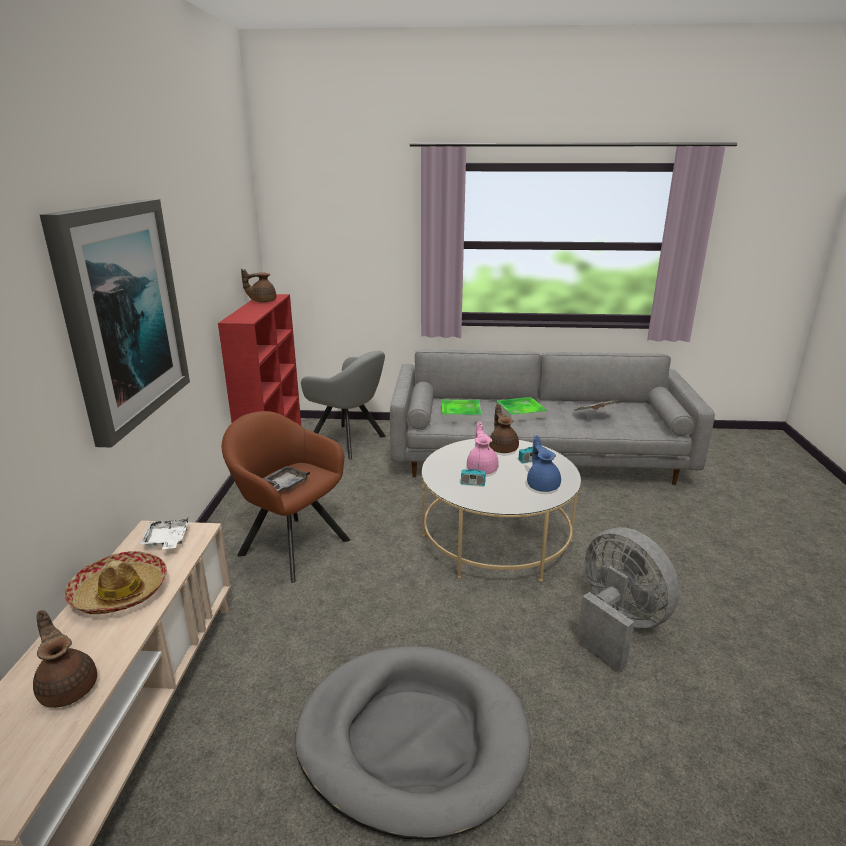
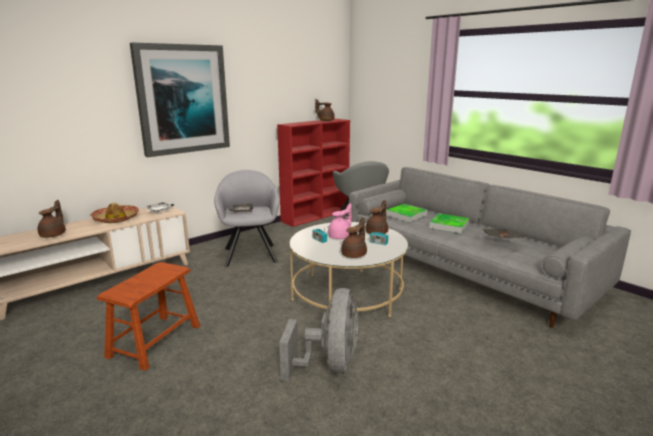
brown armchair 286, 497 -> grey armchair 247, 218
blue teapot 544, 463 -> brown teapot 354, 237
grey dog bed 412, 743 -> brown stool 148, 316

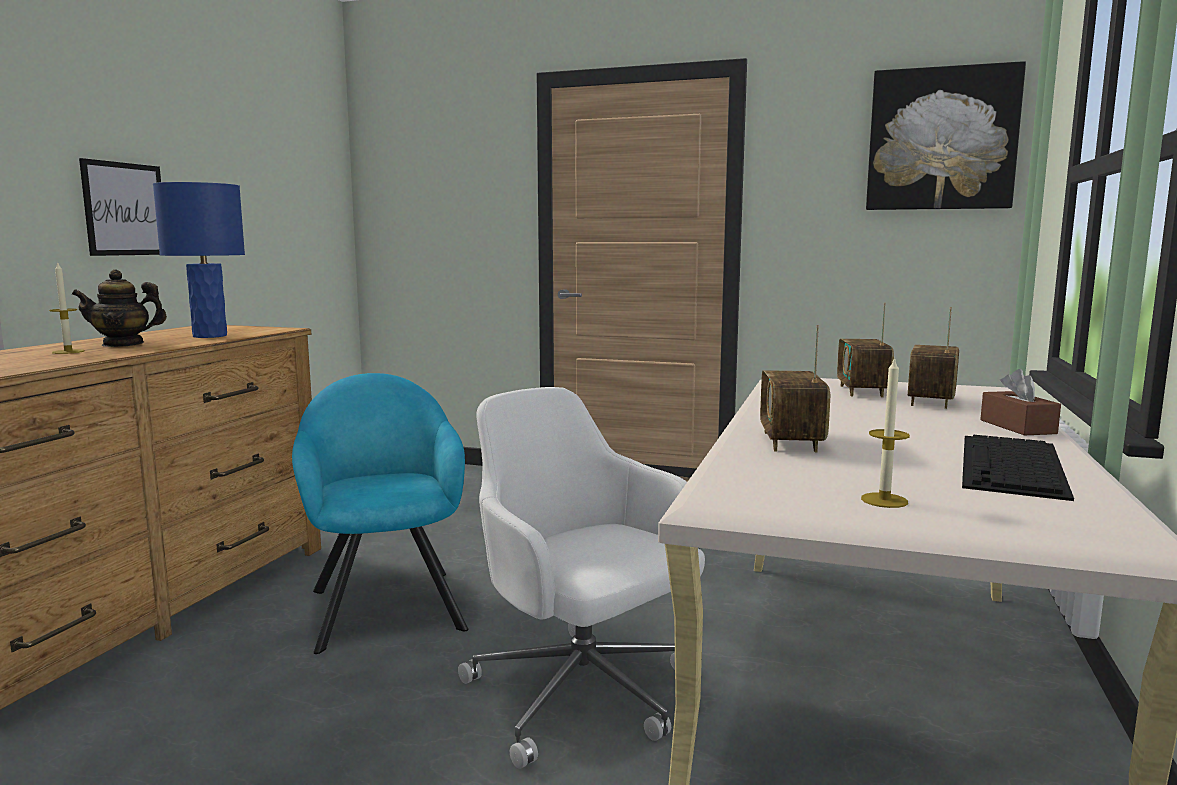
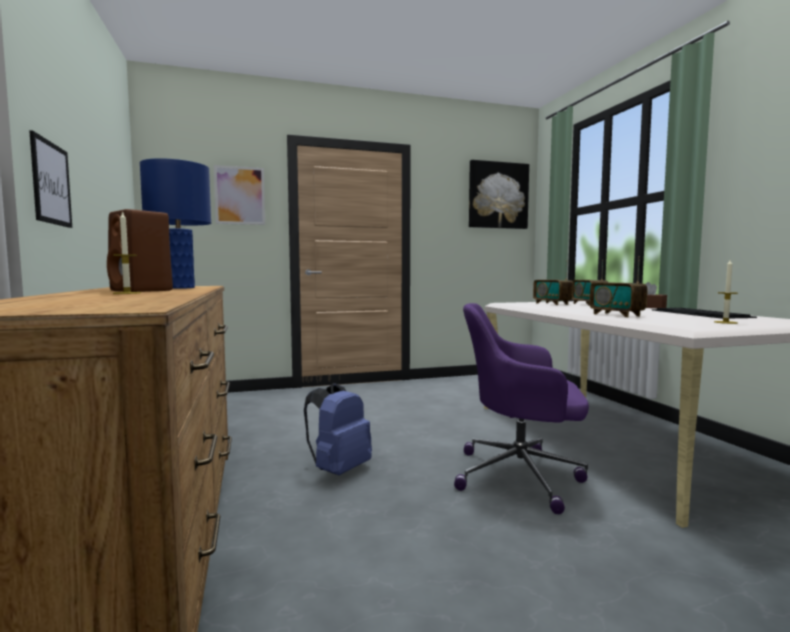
teapot 119, 308 -> brown speaker 140, 250
turquoise armchair 380, 513 -> blue backpack 338, 429
white office chair 581, 578 -> purple office chair 521, 408
none -> picture 239, 195

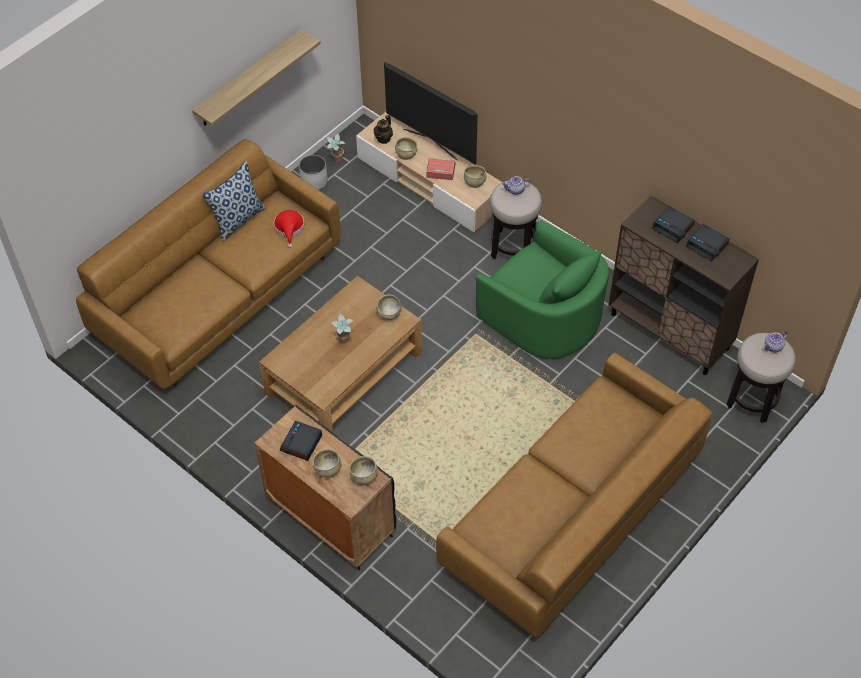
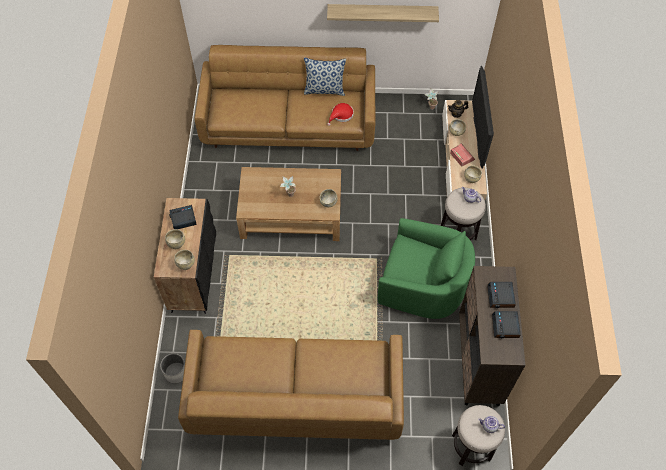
white planter 313, 172 -> white planter 173, 369, relocated
green armchair 542, 289 -> green armchair 426, 268, 75 degrees counterclockwise

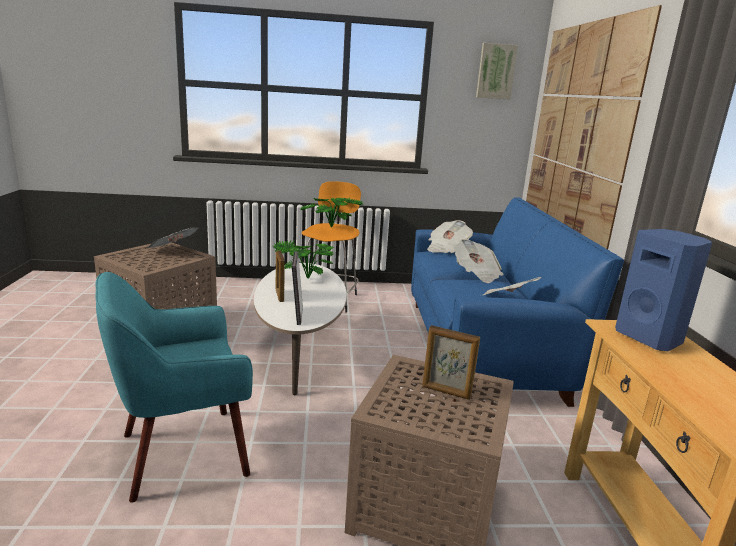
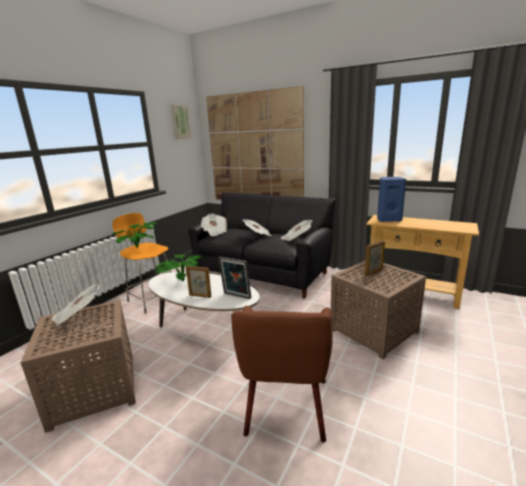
blue sofa 517, 302 -> black sofa 262, 245
turquoise armchair 174, 387 -> brown armchair 282, 374

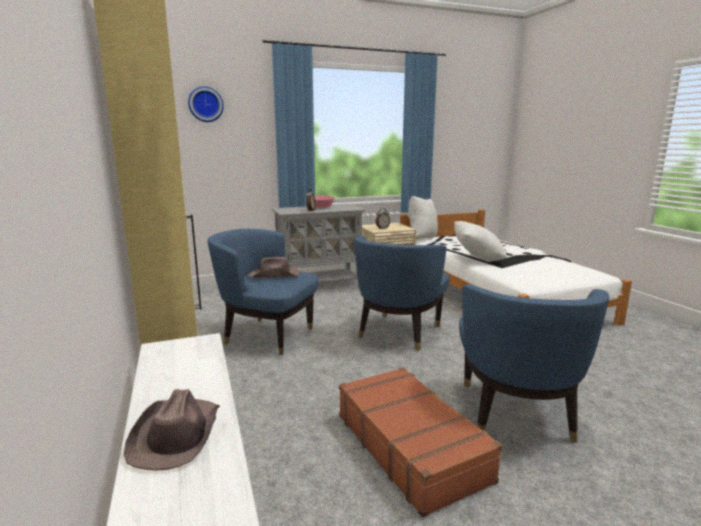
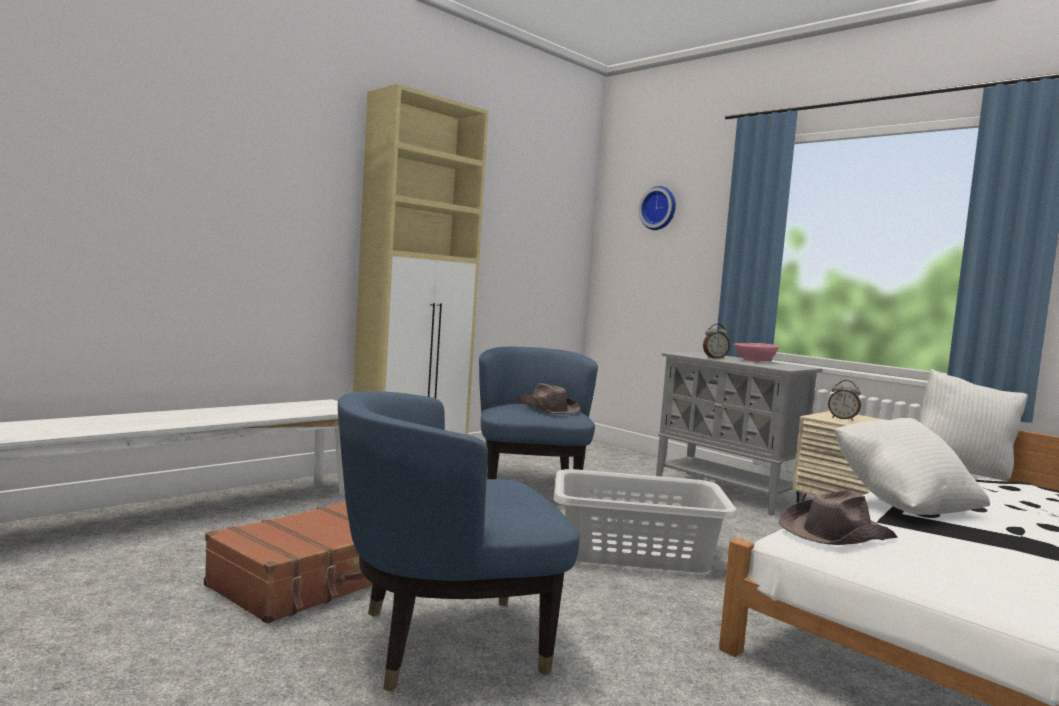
blue armchair 402, 293 -> grey laundry basket 645, 520
brown hat 172, 430 -> brown hat 838, 517, relocated

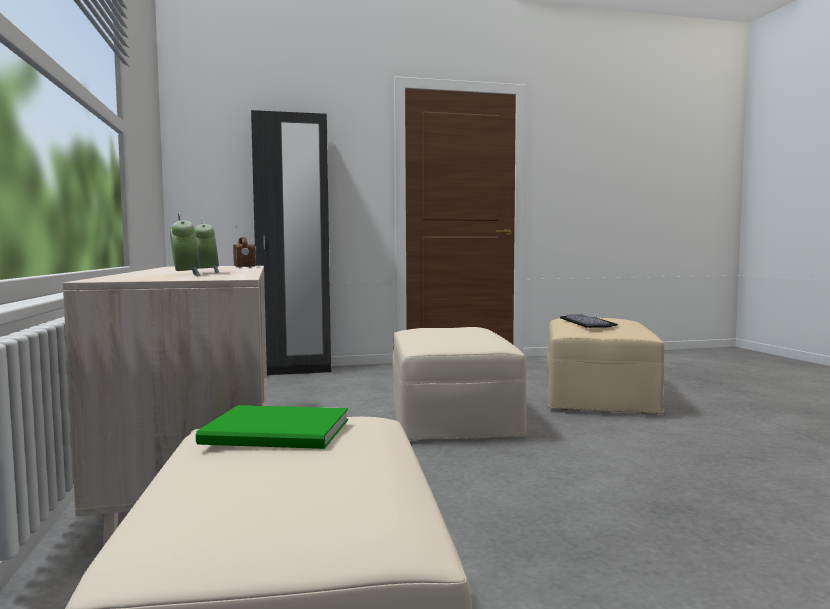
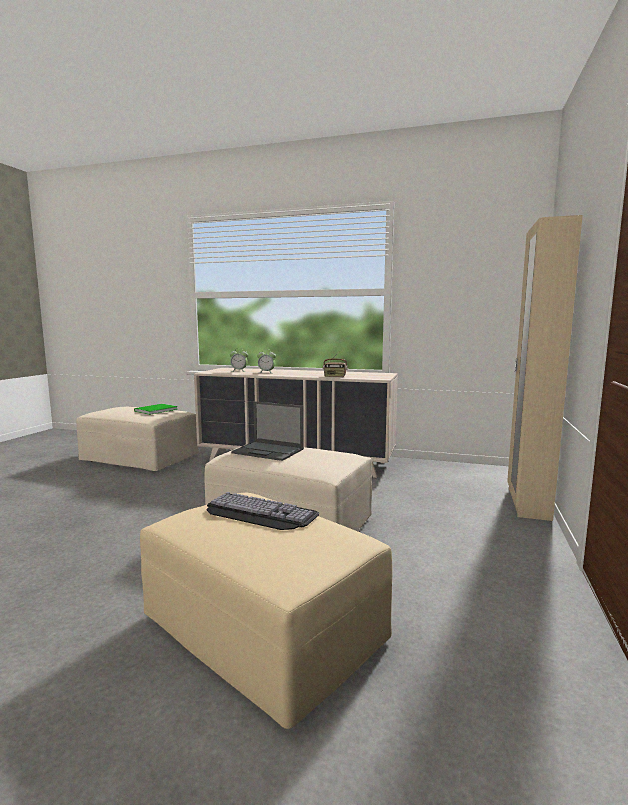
black wardrobe 291, 242 -> beige wardrobe 545, 368
none -> laptop 267, 431

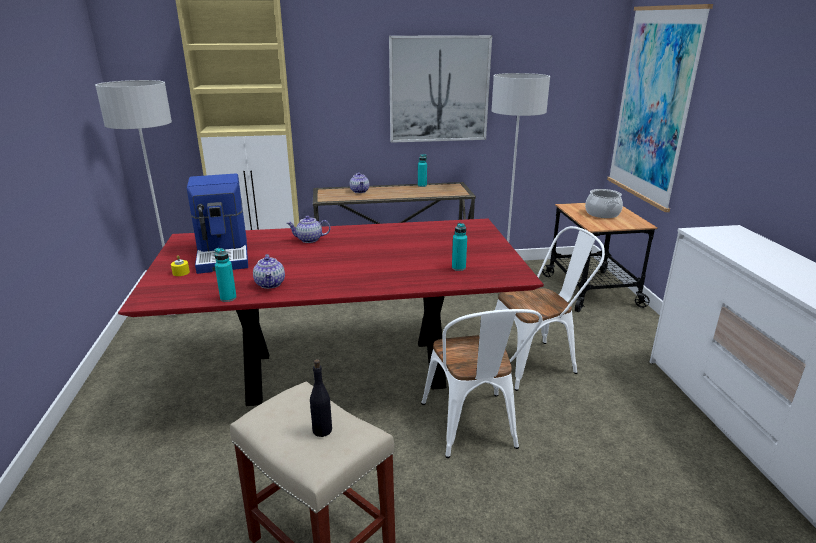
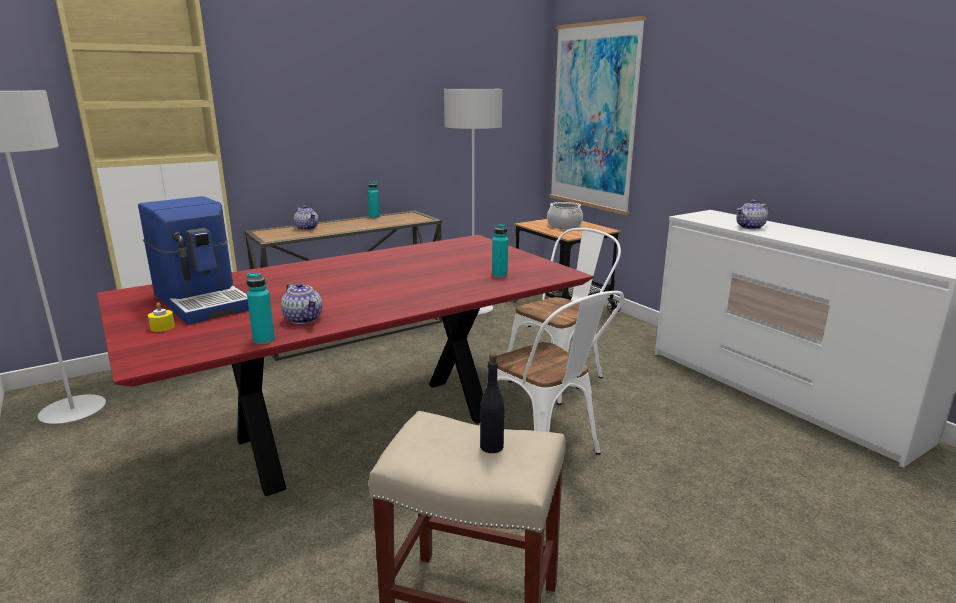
picture 440, 89 -> none
teapot 308, 229 -> teapot 752, 214, relocated

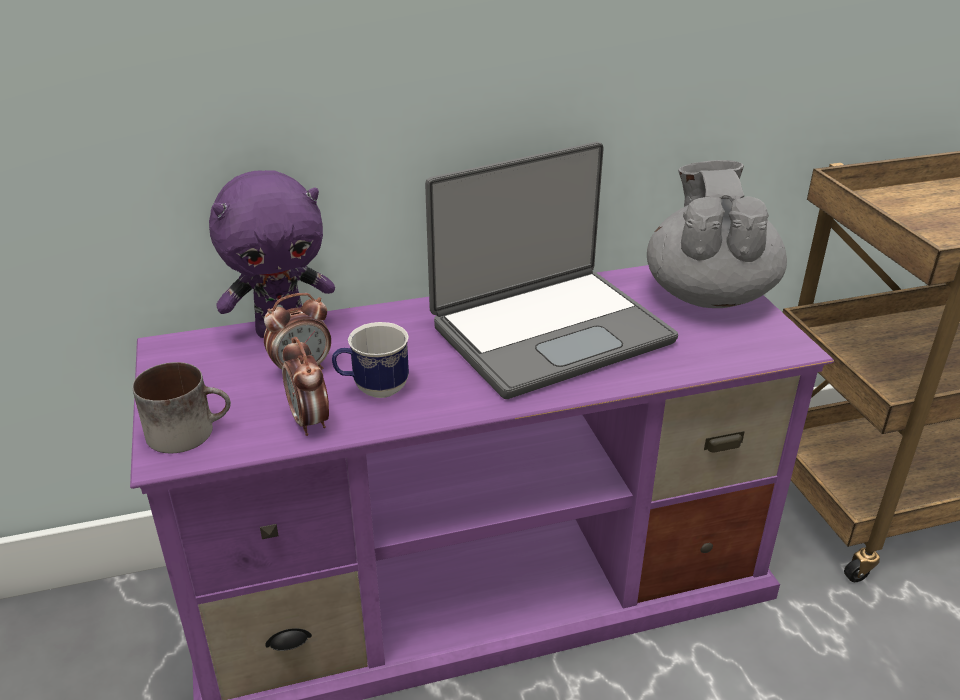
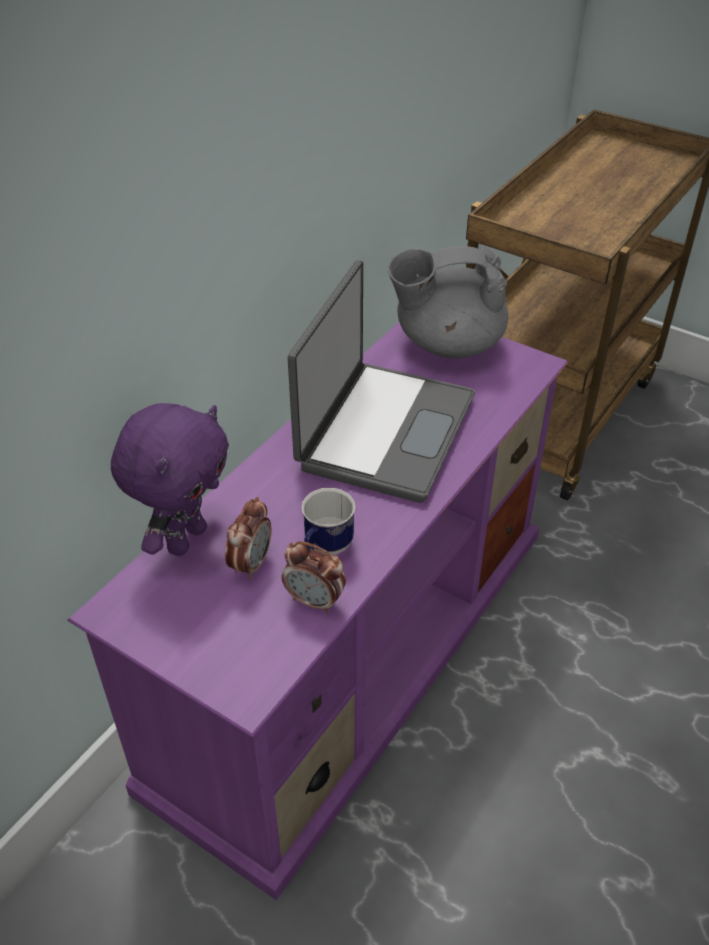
grey teapot 717, 234 -> grey teapot 448, 301, 60 degrees counterclockwise
mug 182, 407 -> none

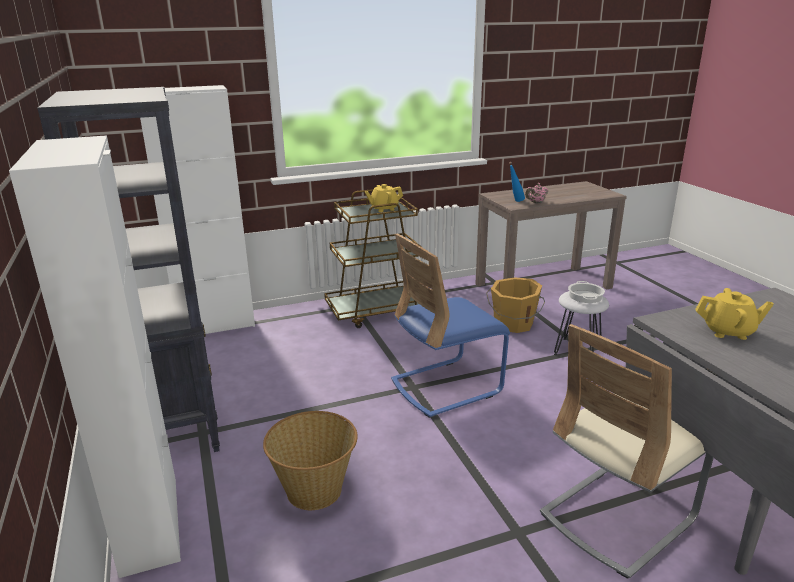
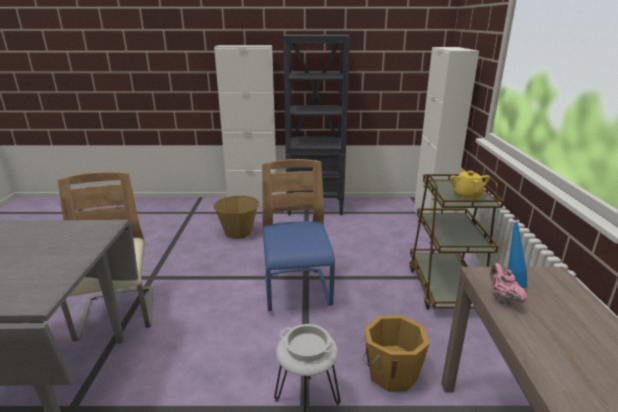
yellow teapot 734, 314 -> none

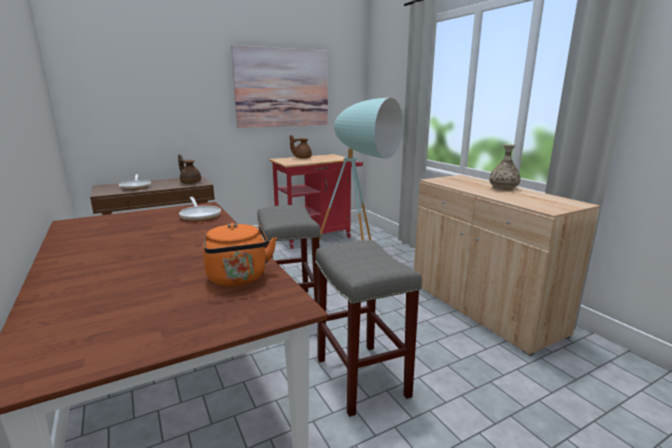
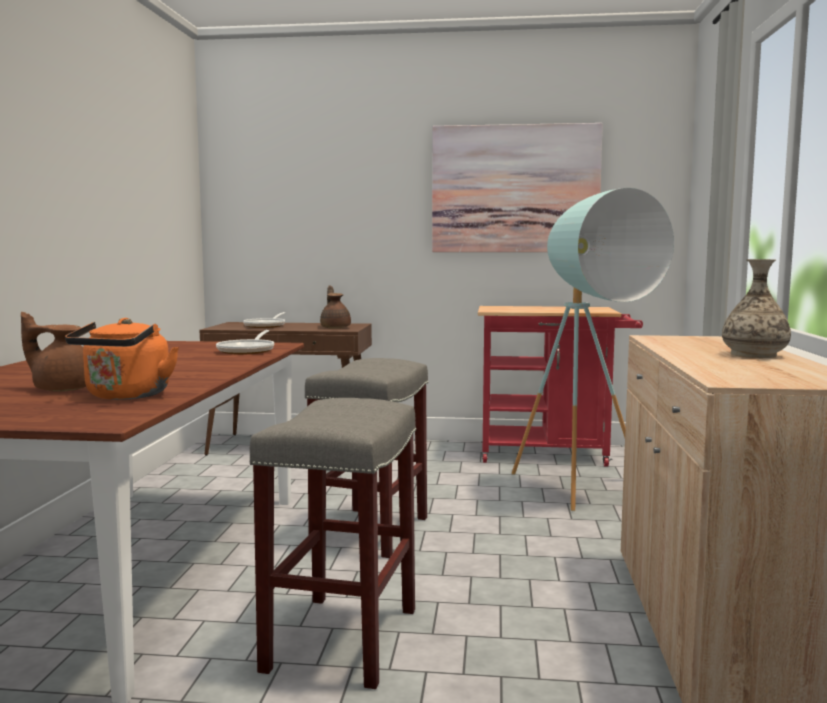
brown teapot 301, 147 -> brown teapot 53, 352, relocated

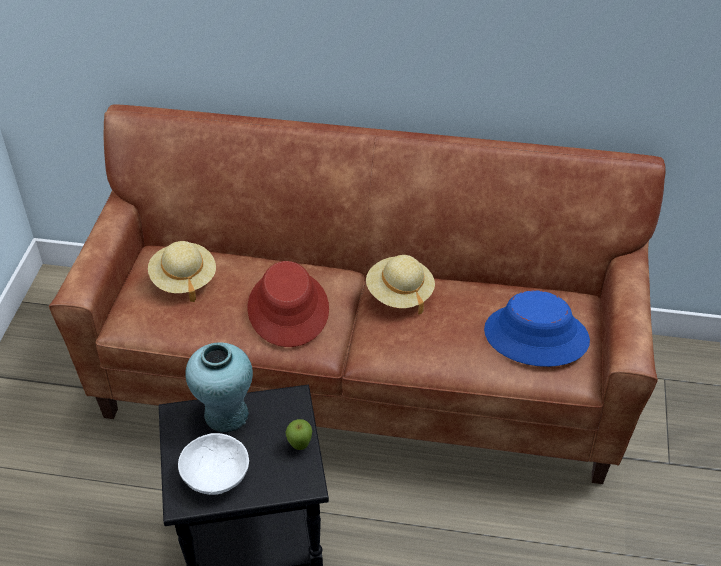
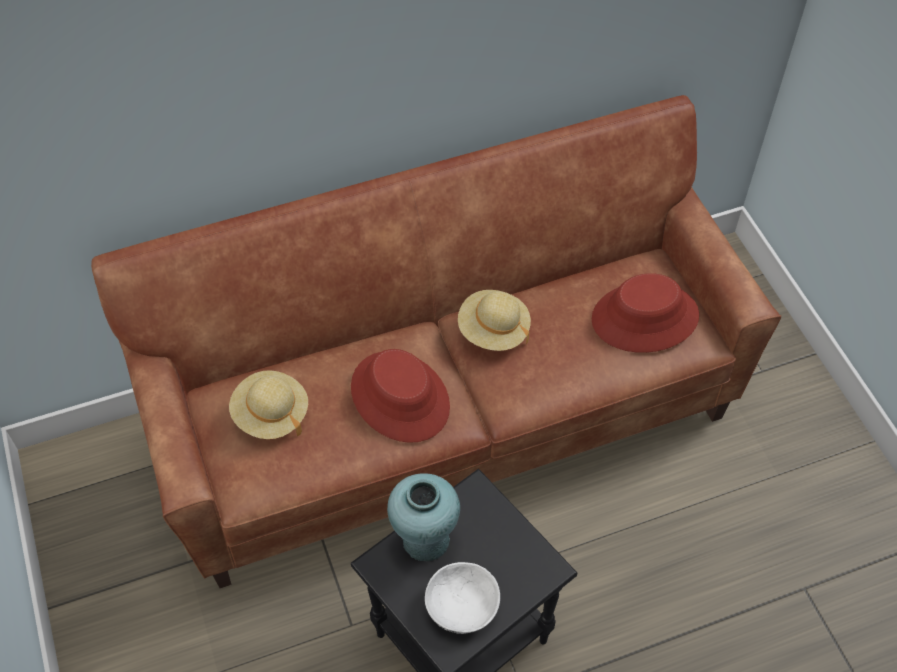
blue hat 537, 328 -> red hat 645, 313
apple 298, 434 -> none

